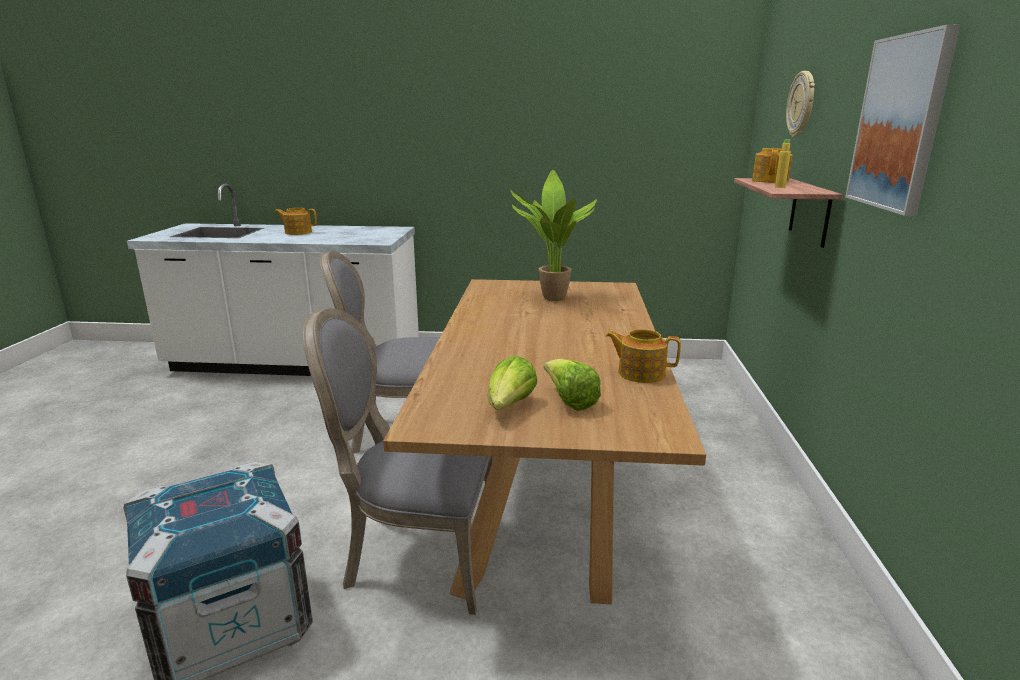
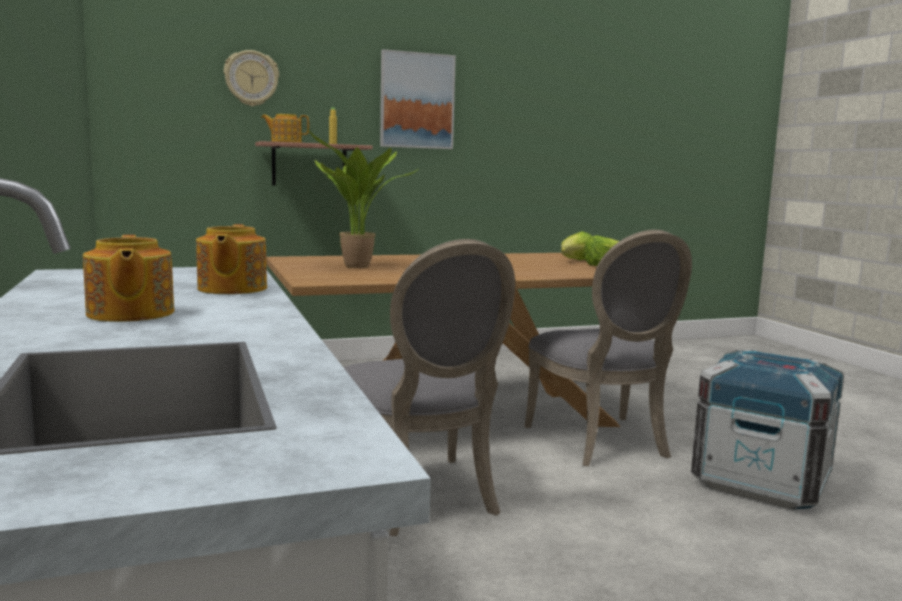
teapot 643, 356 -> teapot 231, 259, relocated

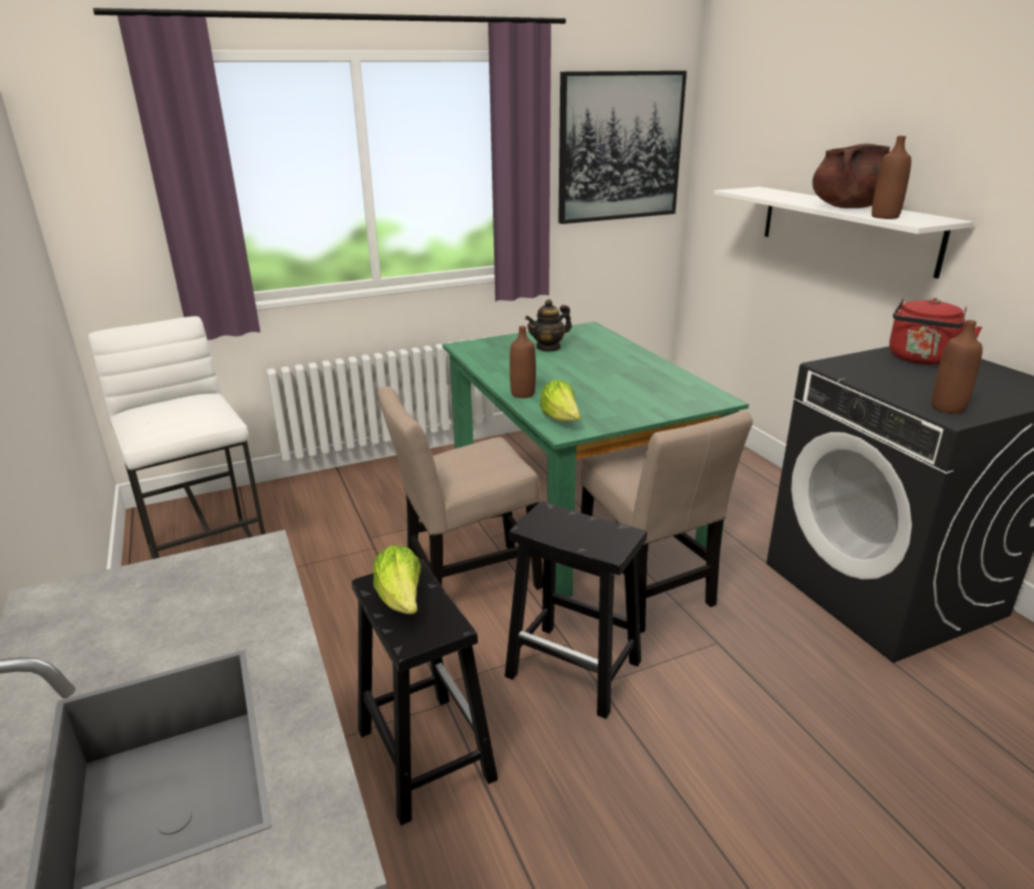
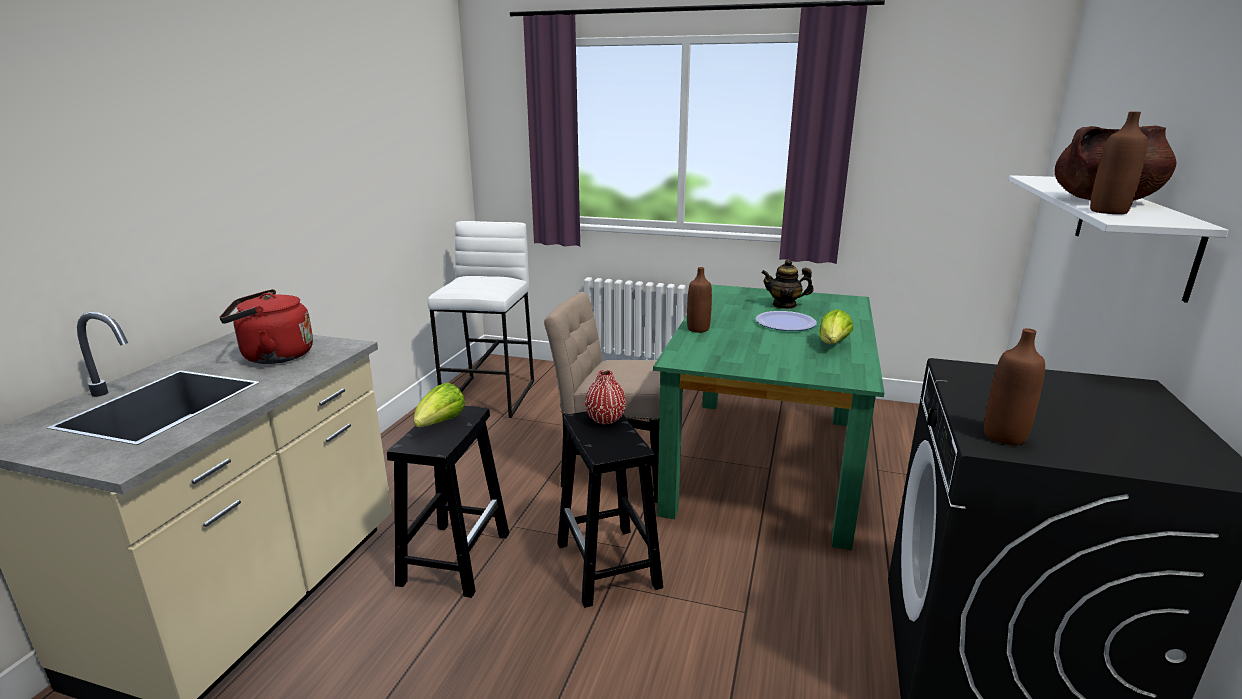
picture 622, 147 -> none
red kettle 936, 331 -> red kettle 266, 326, relocated
lettuce 560, 401 -> lettuce 836, 326, relocated
beige chair 667, 522 -> none
none -> plate 786, 321
none -> red vase 605, 397

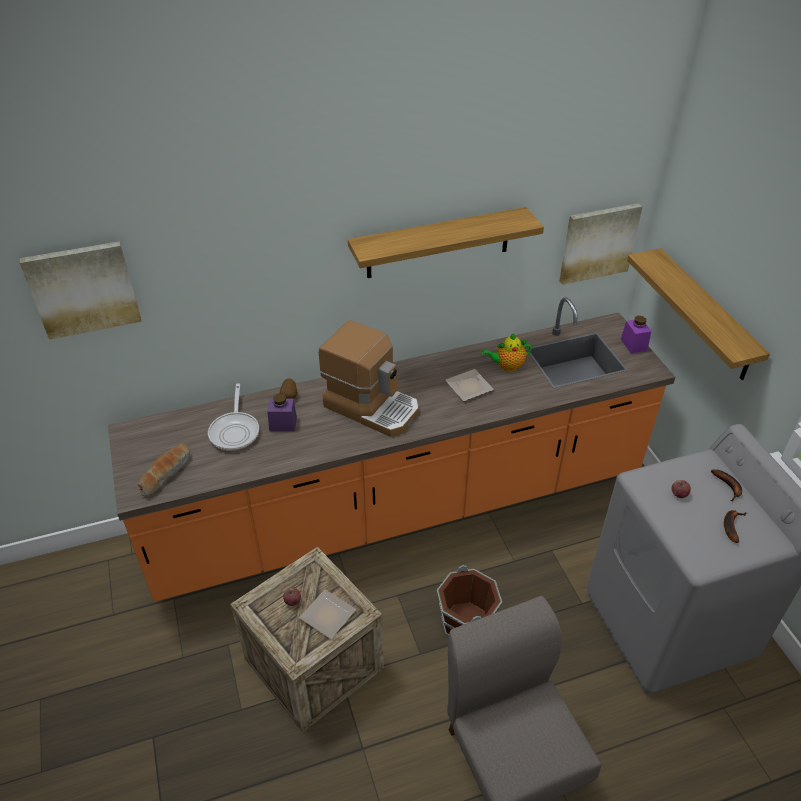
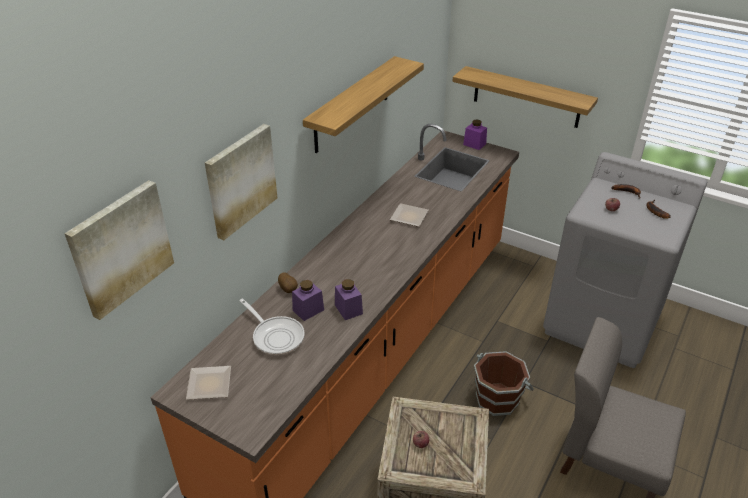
picture 601, 244 -> picture 241, 182, relocated
coffee machine 369, 378 -> none
teapot 506, 352 -> none
bread 164, 471 -> none
plate 327, 614 -> plate 208, 383, relocated
none -> purple jar 349, 299

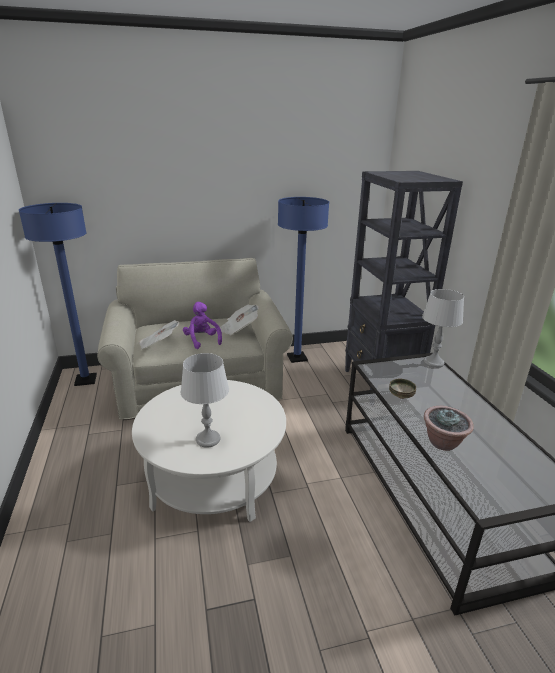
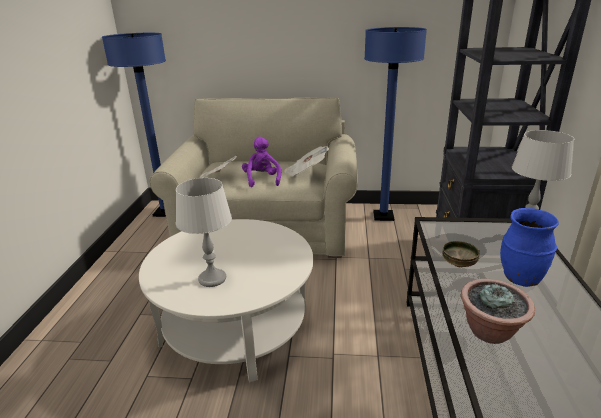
none -> blue vase 529, 247

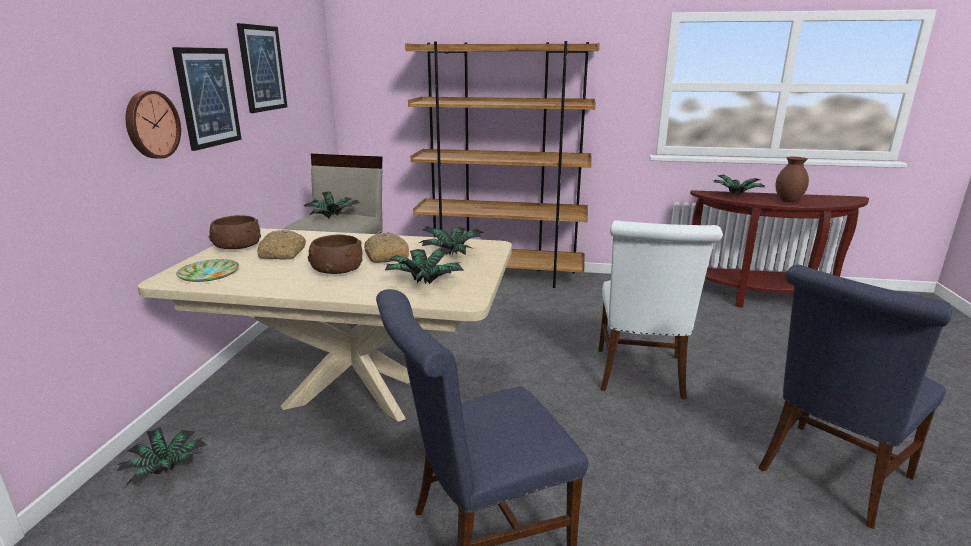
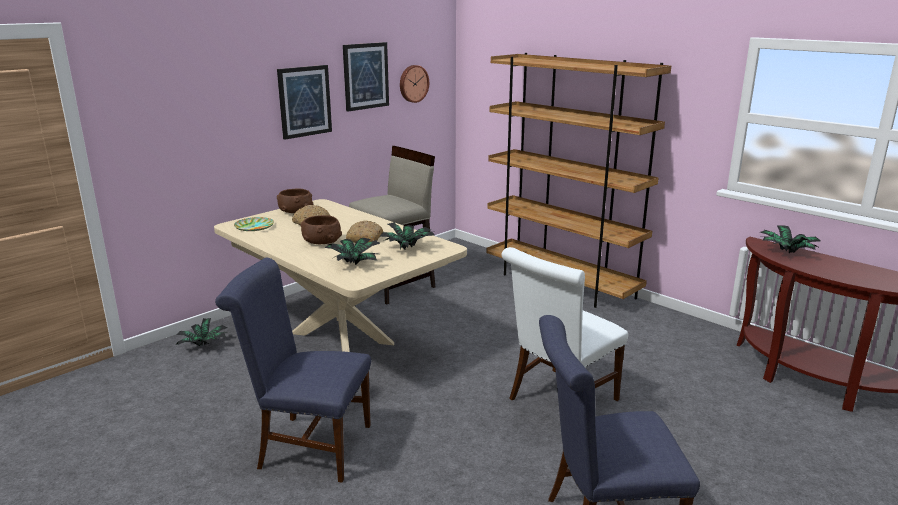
wall clock 153, 125 -> wall clock 414, 84, relocated
brown vase 792, 179 -> none
potted plant 332, 205 -> none

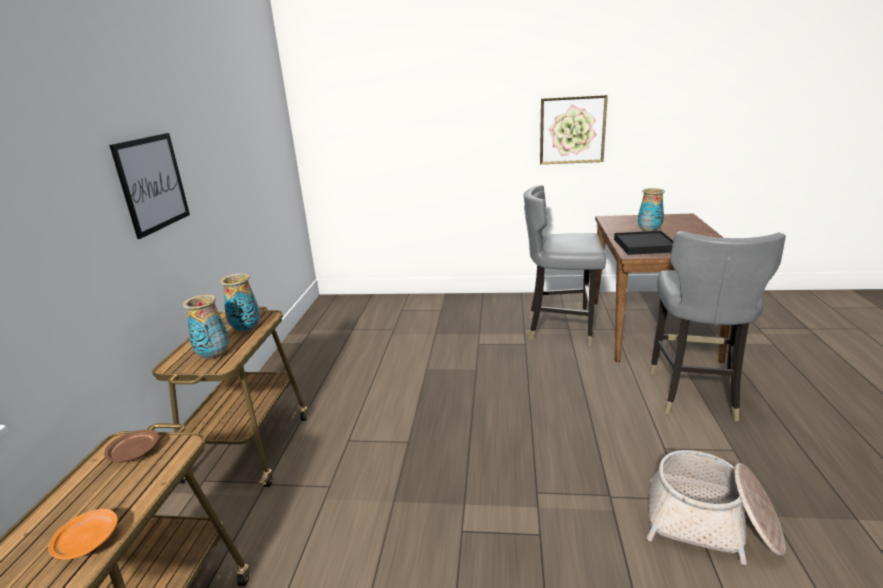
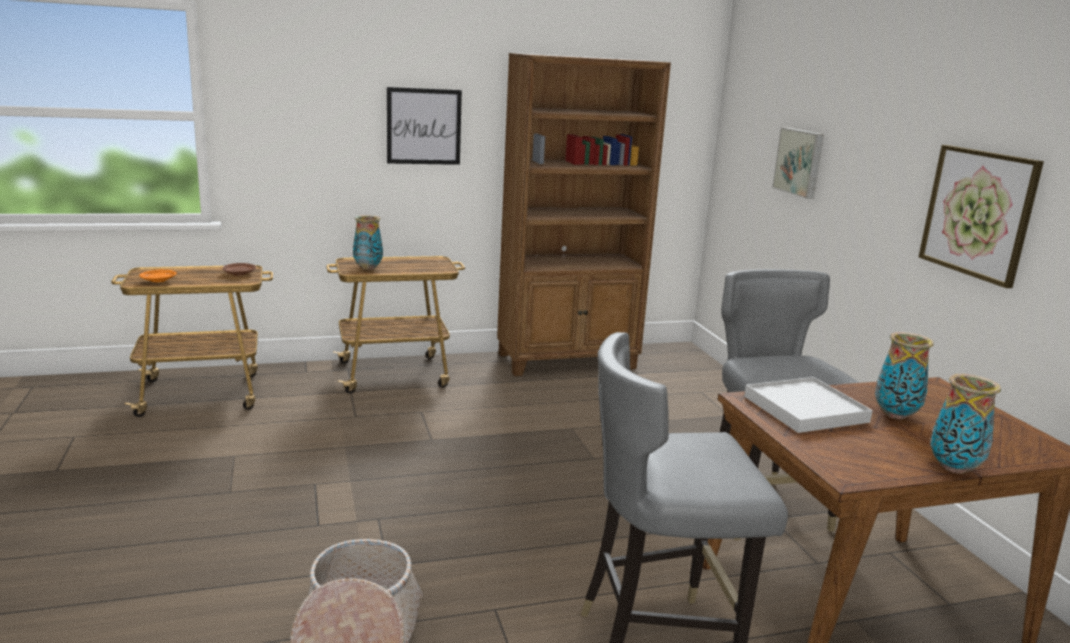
black tray 643, 243 -> white tray 808, 405
vase 240, 303 -> vase 965, 424, relocated
none -> brown bookcase 584, 214
none -> picture 798, 163

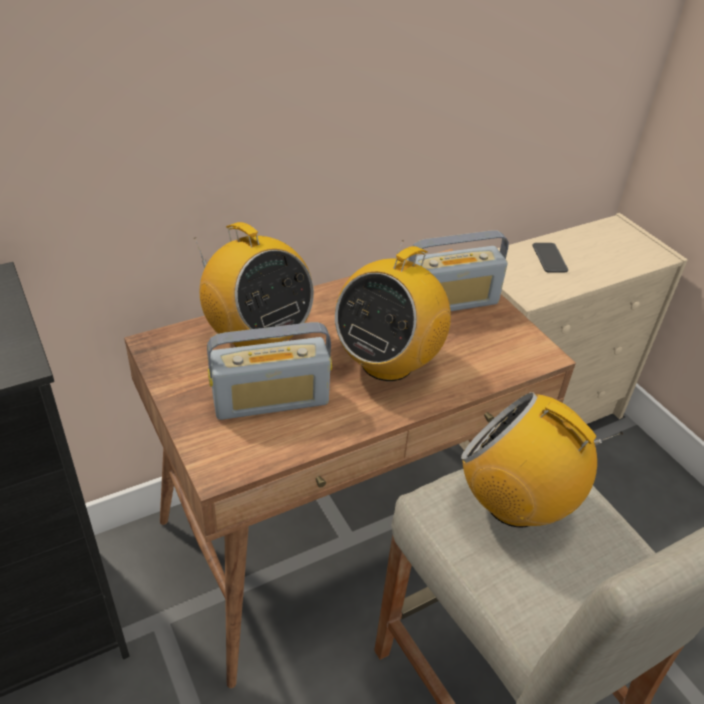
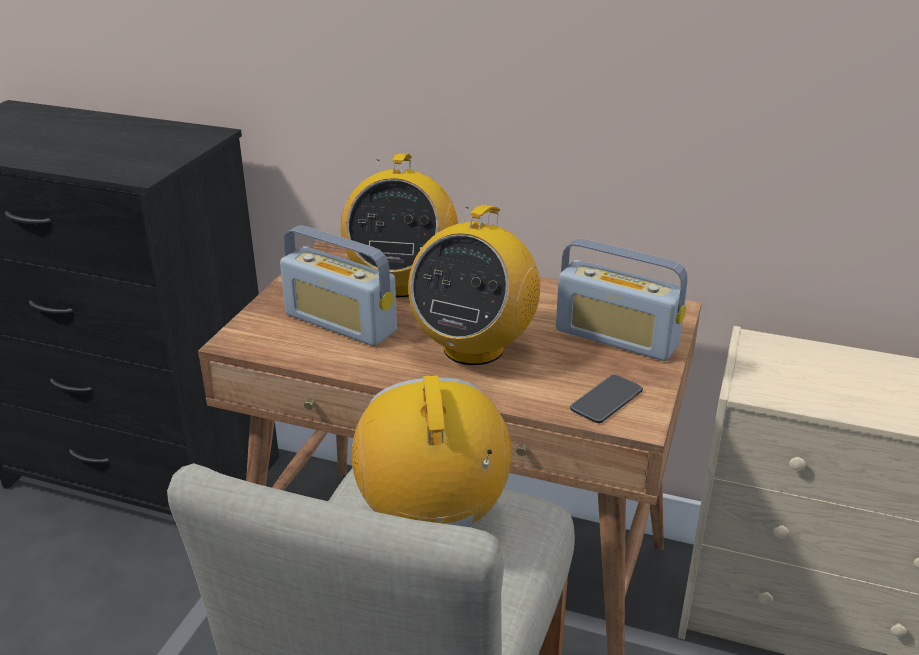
radio 393, 310 -> radio 474, 285, 60 degrees counterclockwise
phone 550, 258 -> phone 606, 398, relocated

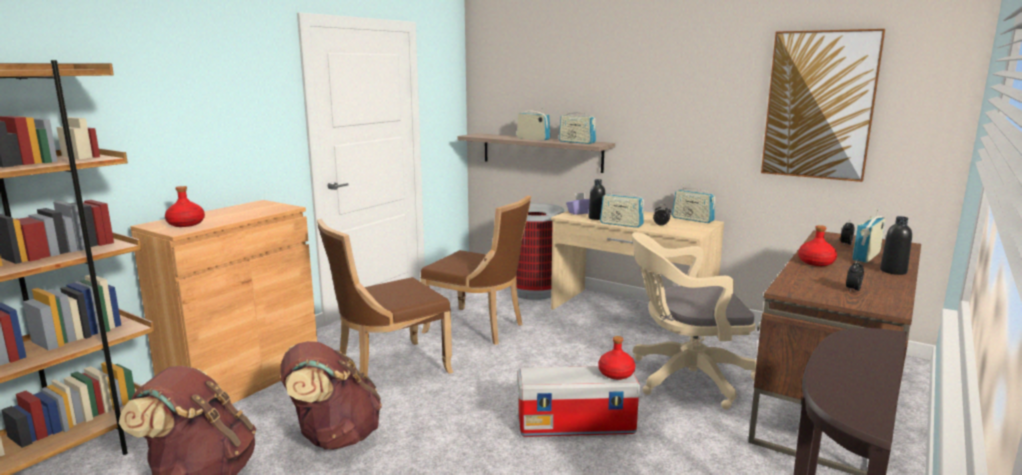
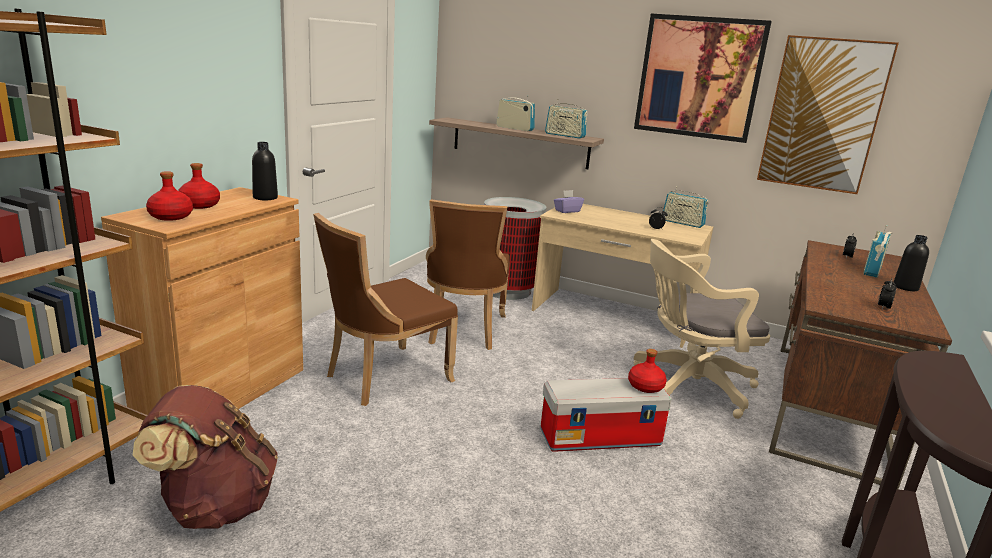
black bottle 596, 199 -> black bottle 265, 171, relocated
radio 622, 208 -> none
brown chair 475, 270 -> brown chair 468, 274, 75 degrees clockwise
red bottle 817, 245 -> red bottle 199, 186, relocated
brown backpack 331, 395 -> none
none -> picture 703, 78

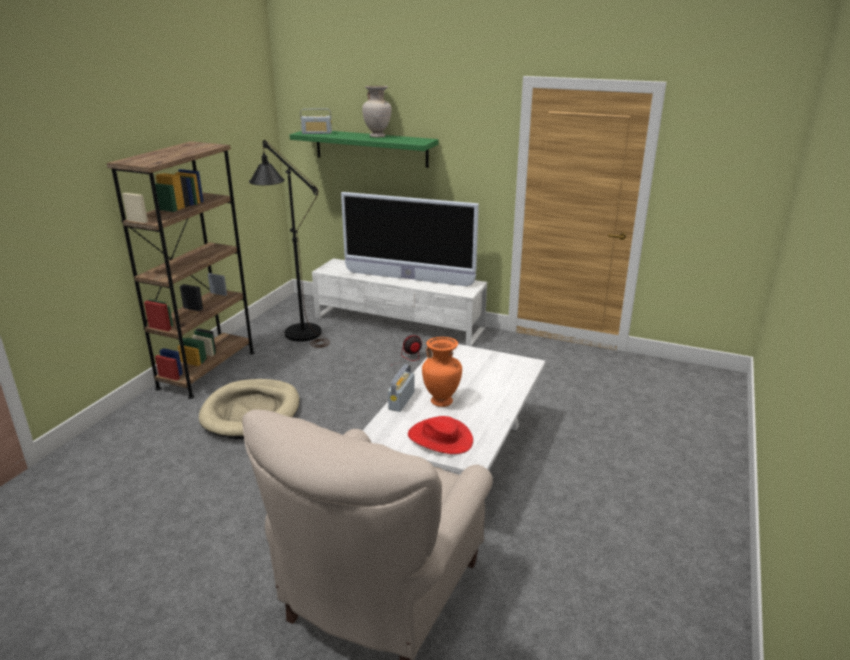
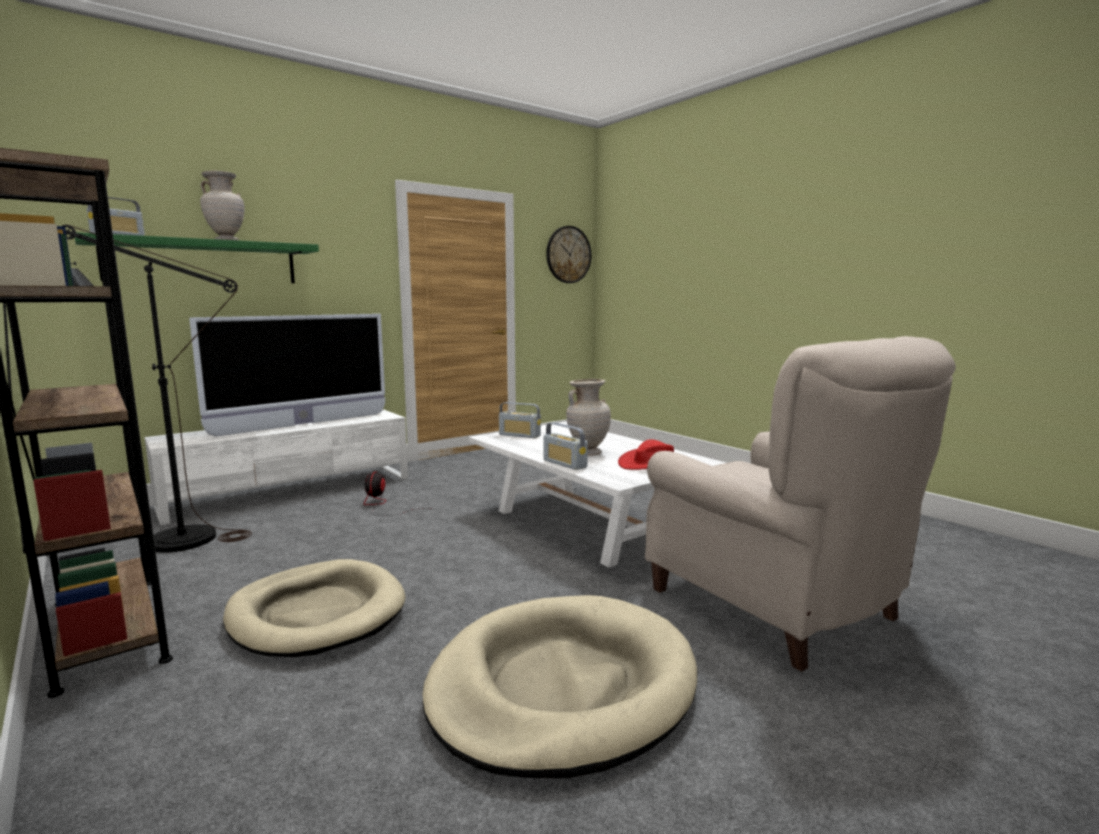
orange vase 442, 372 -> beige vase 588, 417
none -> wall clock 568, 254
none -> radio 520, 420
none -> beige dog bed 560, 686

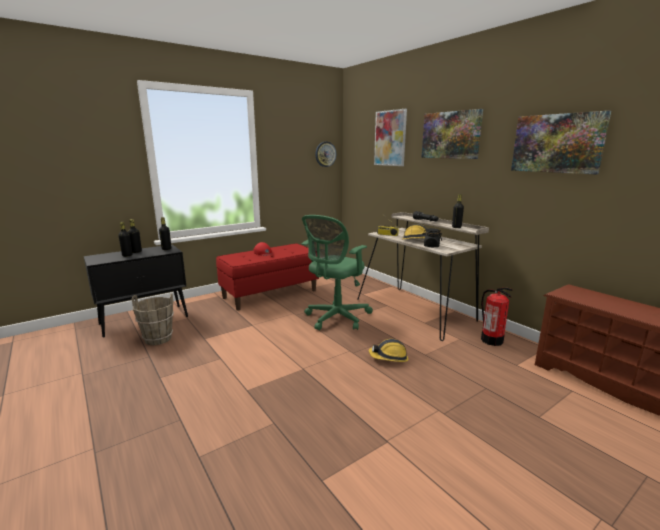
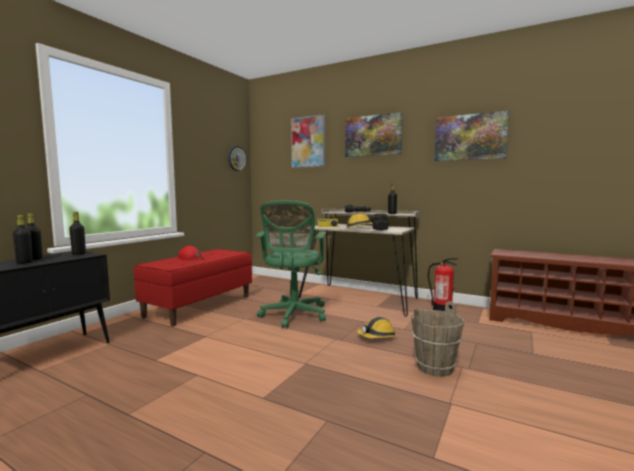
brown bucket 153, 319 -> brown bucket 437, 339, relocated

